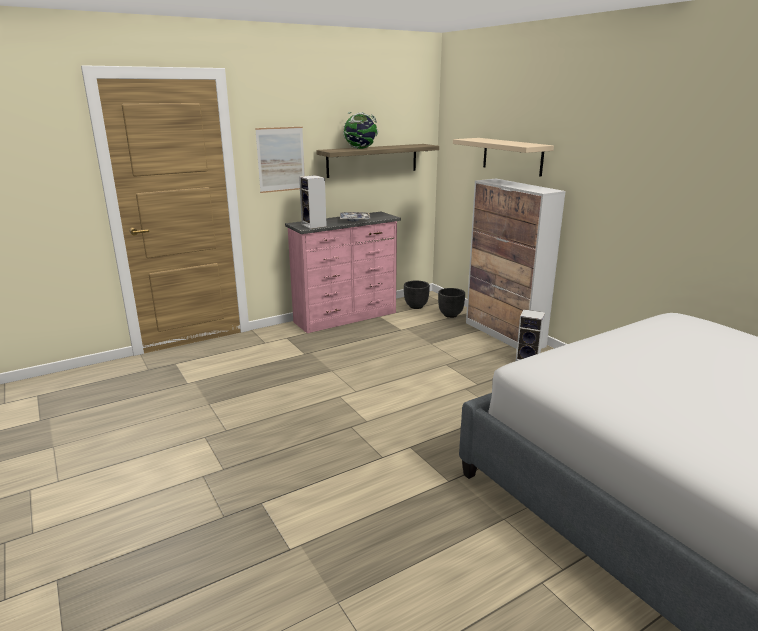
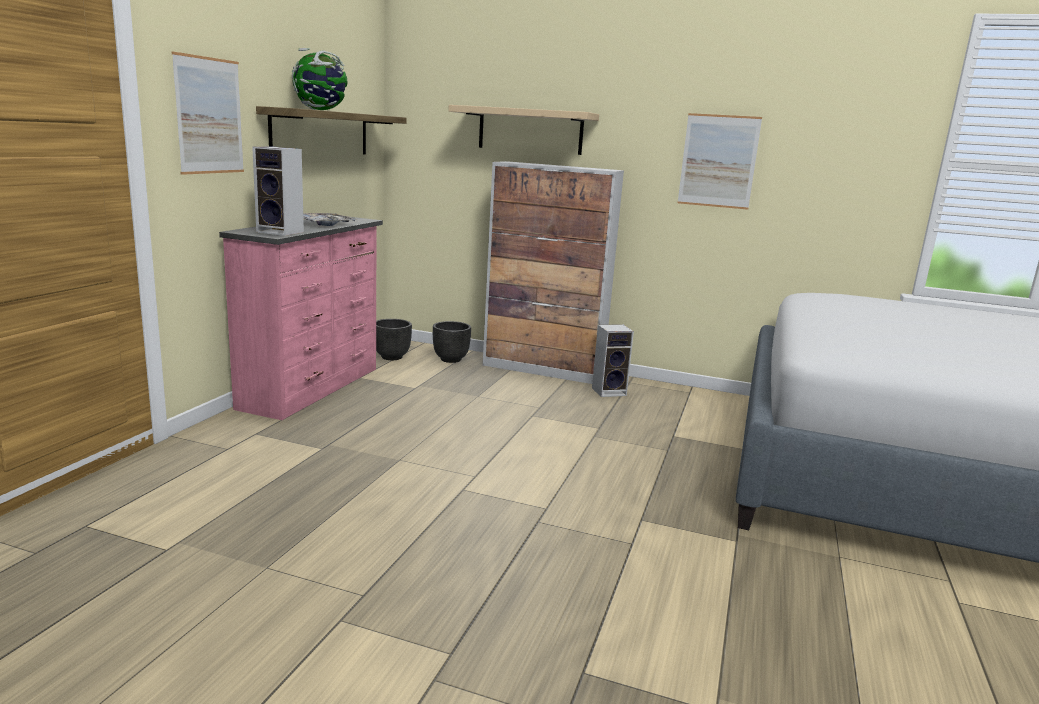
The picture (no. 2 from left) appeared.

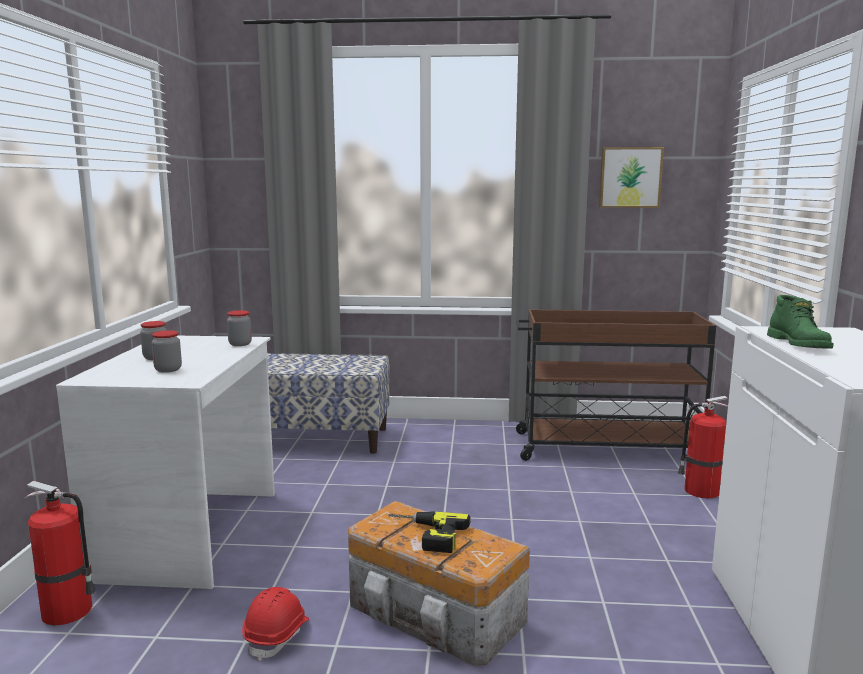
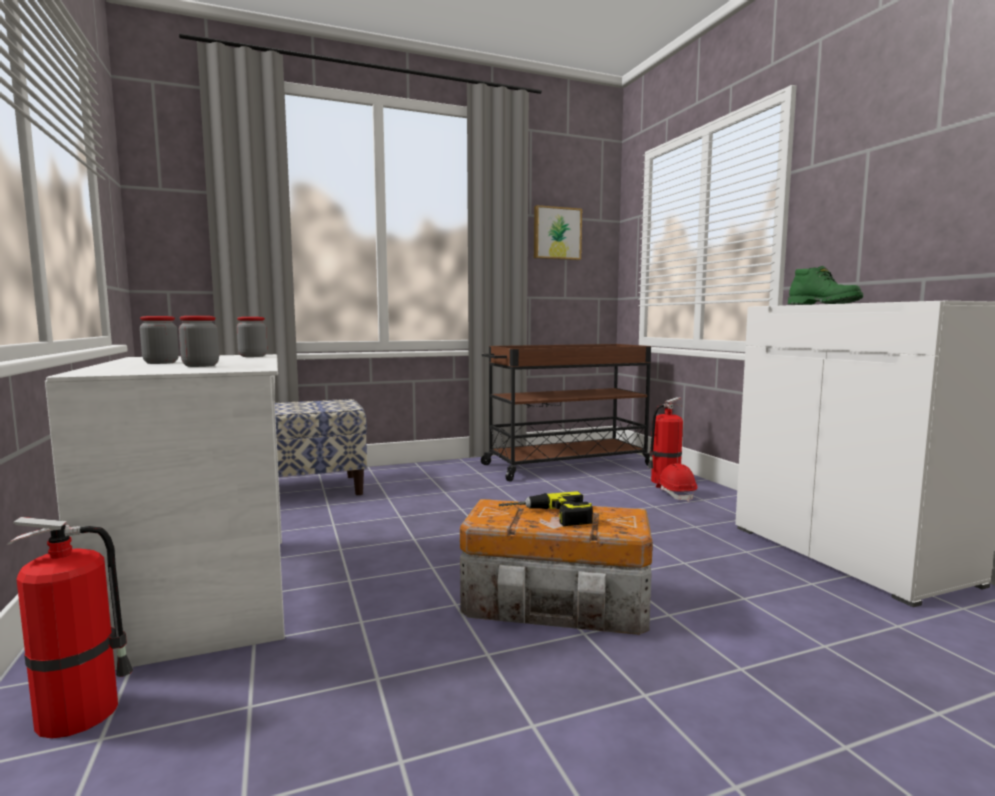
The hard hat (red) moved.

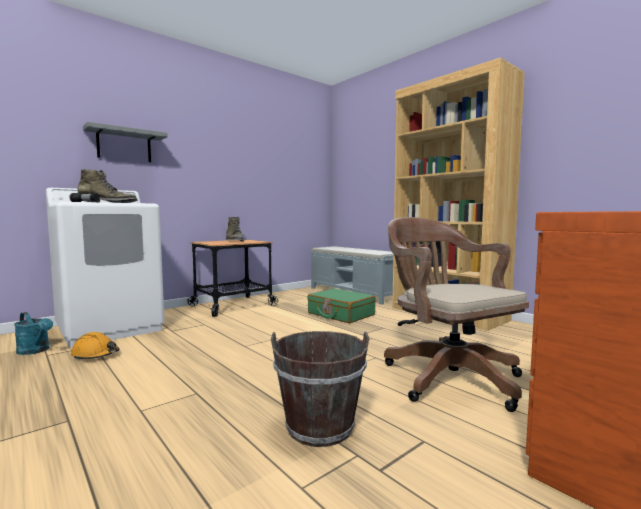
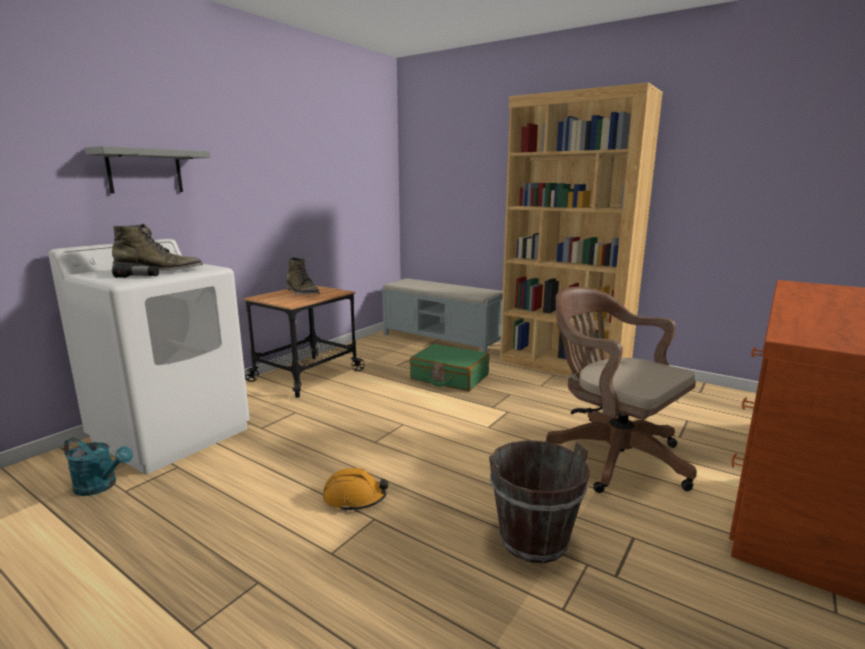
The hard hat (orange) moved.

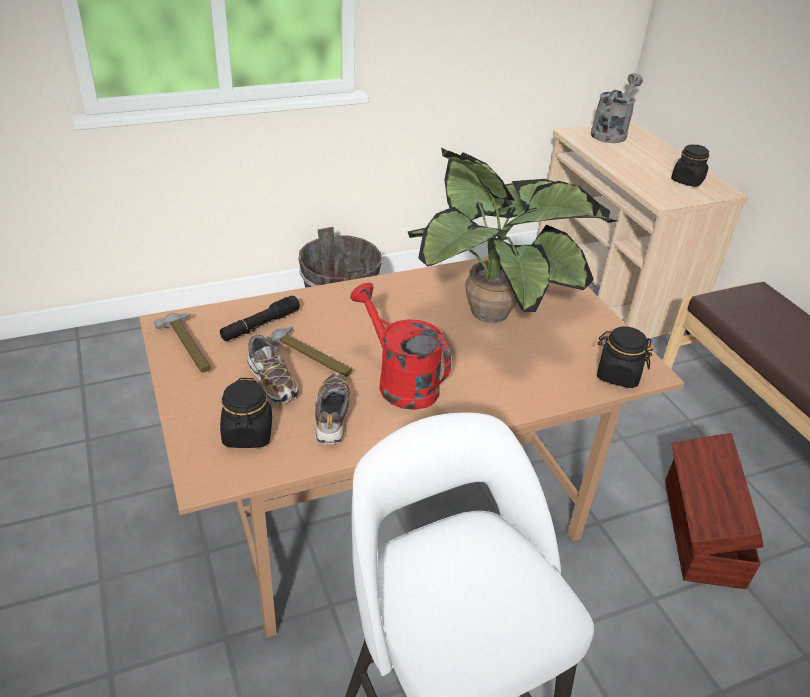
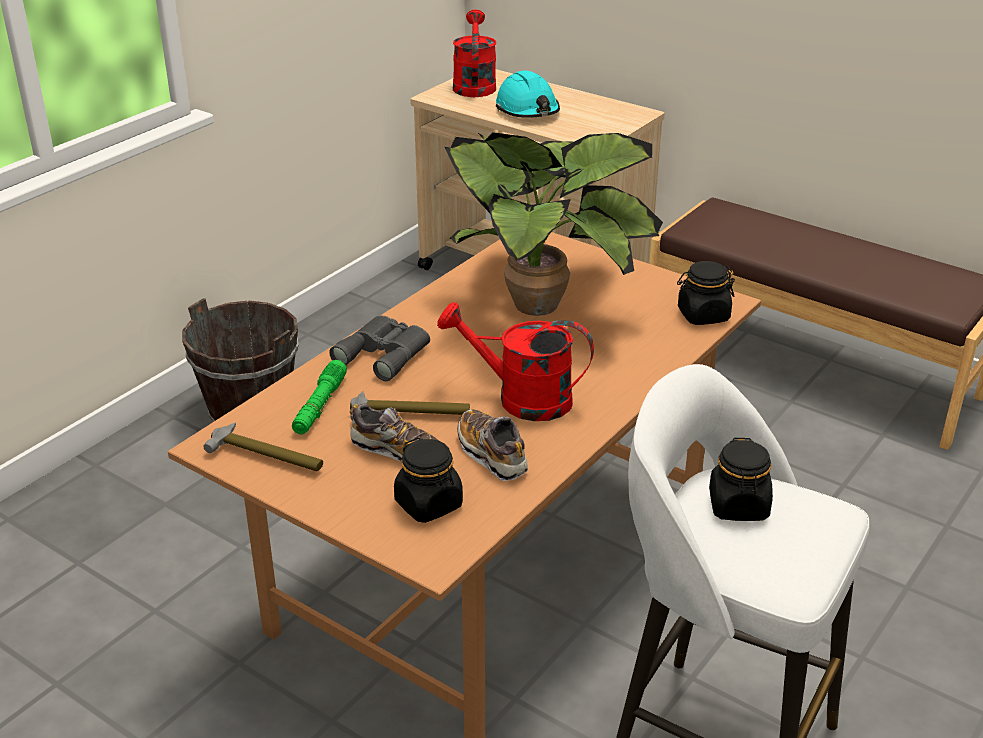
The flashlight (black) became the flashlight (green).
The binoculars (grey) appeared.
The watering can (grey) became the watering can (red) (no. 1 from left).
The hard hat (turquoise) appeared.
The jar (black) (no. 3 from left) moved.
The storage box (brown) disappeared.

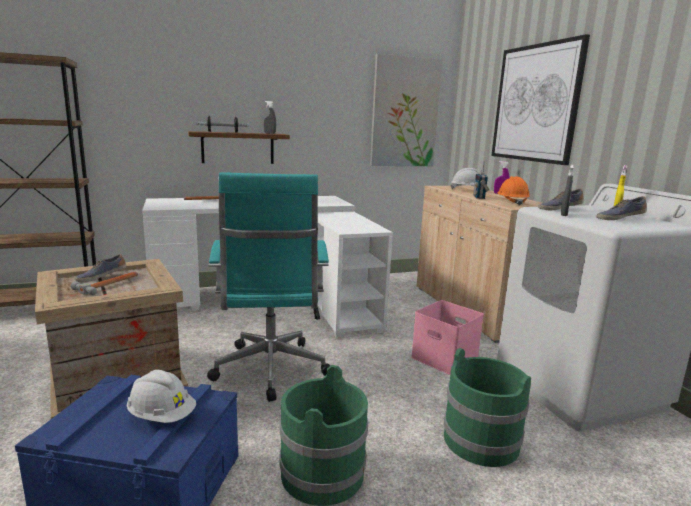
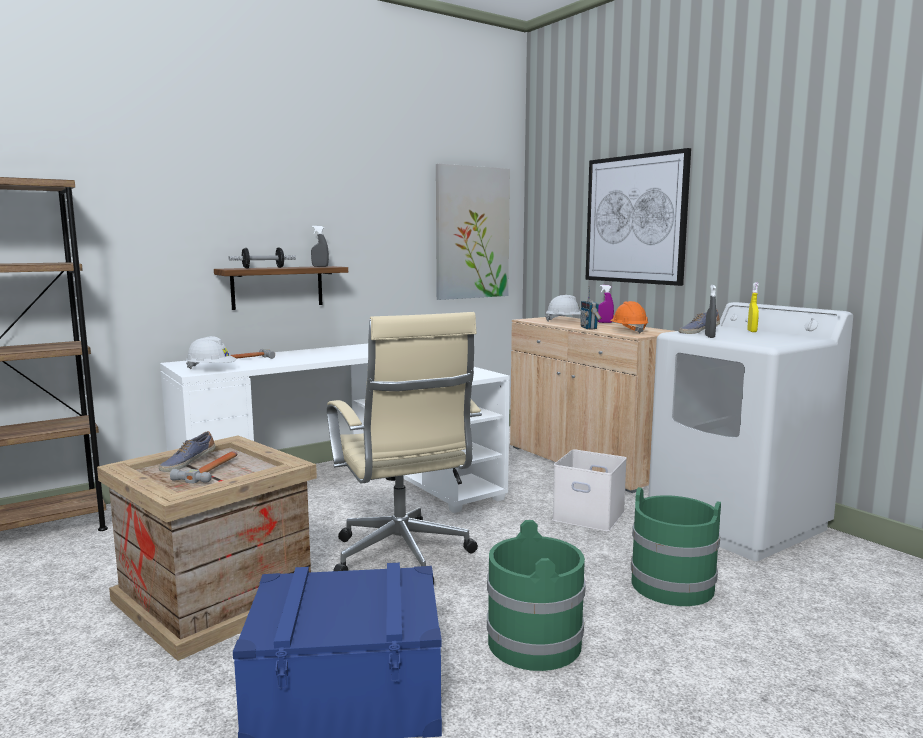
The hard hat (white) (no. 1 from left) moved.
The office chair (turquoise) became the office chair (beige).
The storage box (pink) became the storage box (white).
The shoe (no. 3 from left) disappeared.

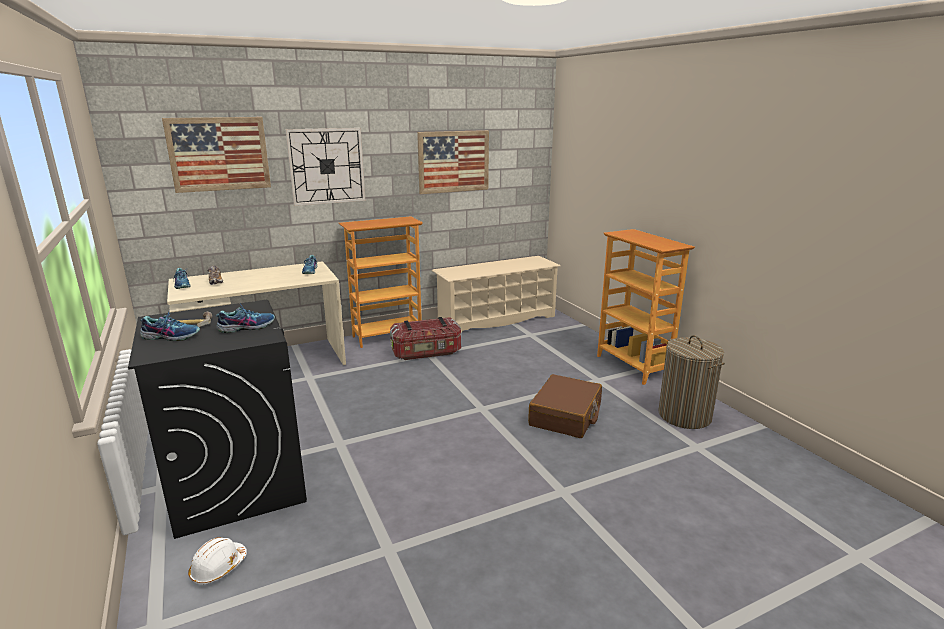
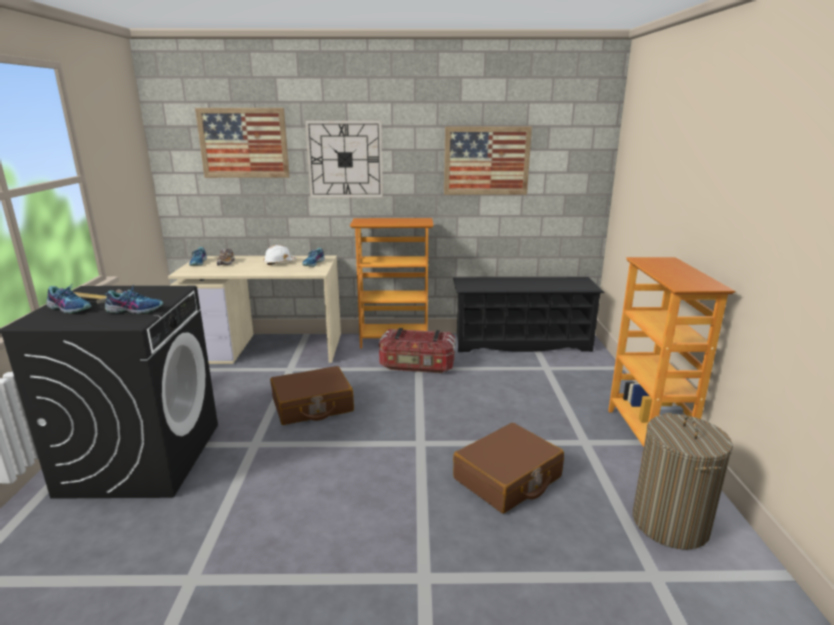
The hard hat (white) moved.
The suitcase (brown) (no. 1 from left) appeared.
The shoe rack (beige) became the shoe rack (black).

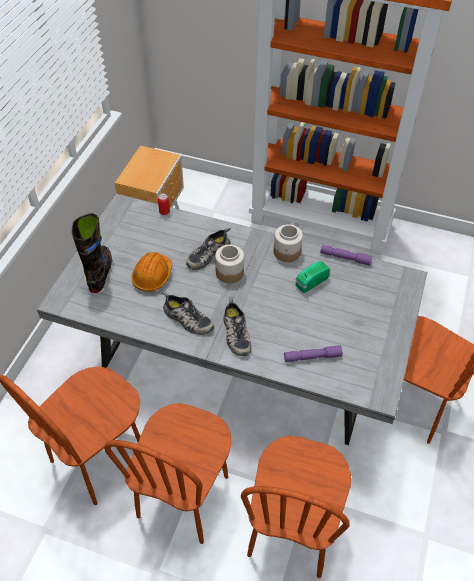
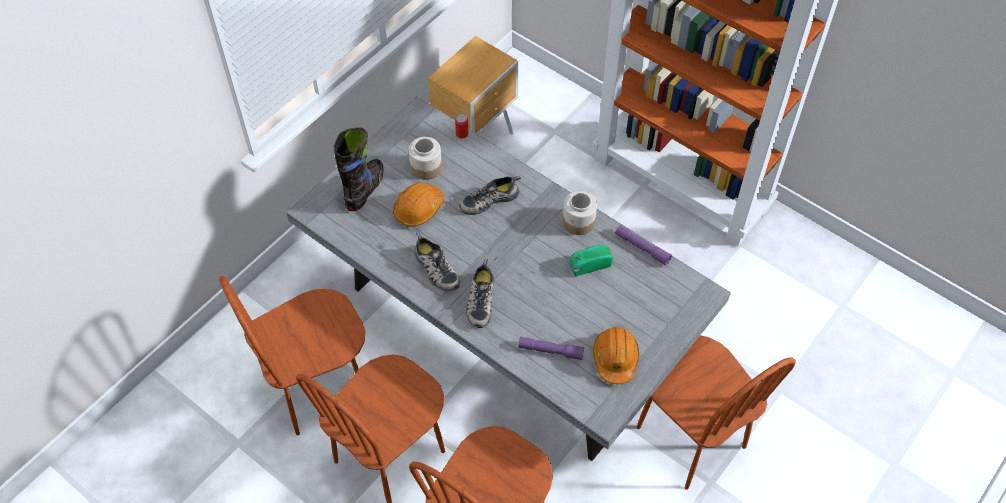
The jar (no. 1 from left) moved.
The hard hat (orange) (no. 2 from left) appeared.

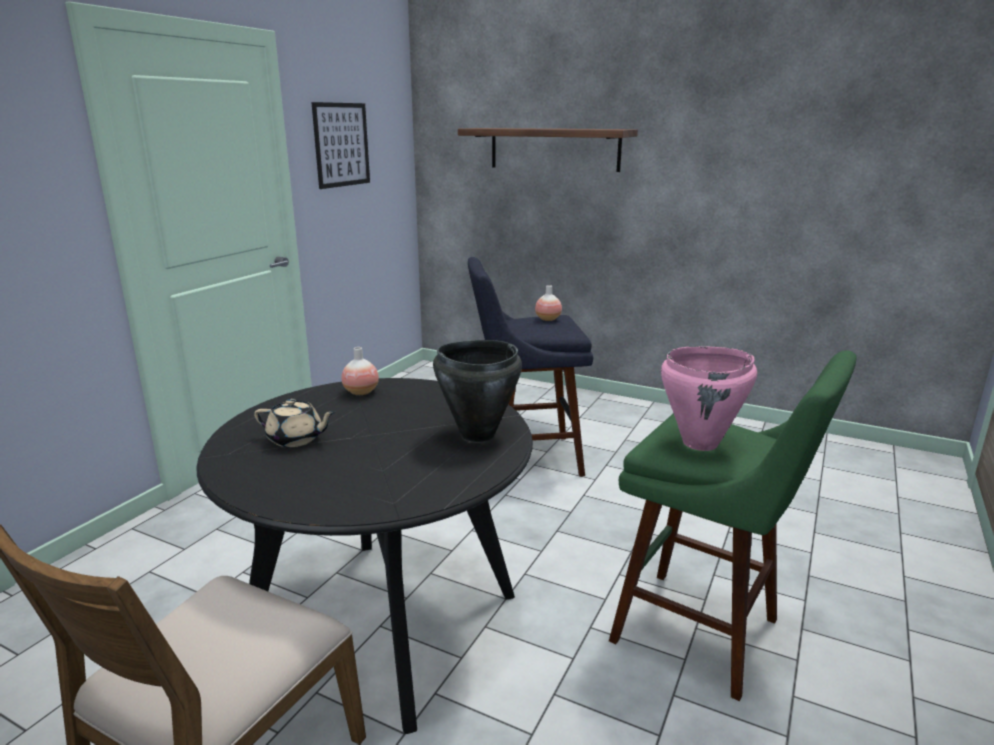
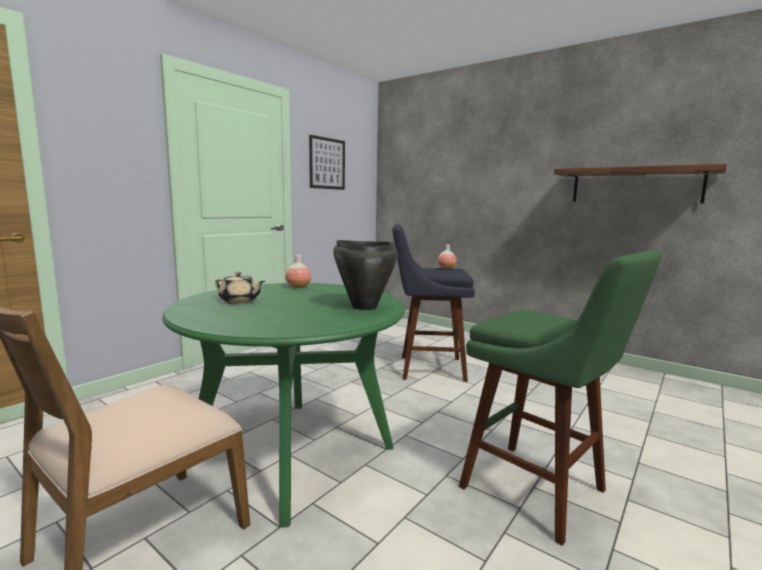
The dining table (black) became the dining table (green).
The shelf moved.
The cooking pot (pink) disappeared.

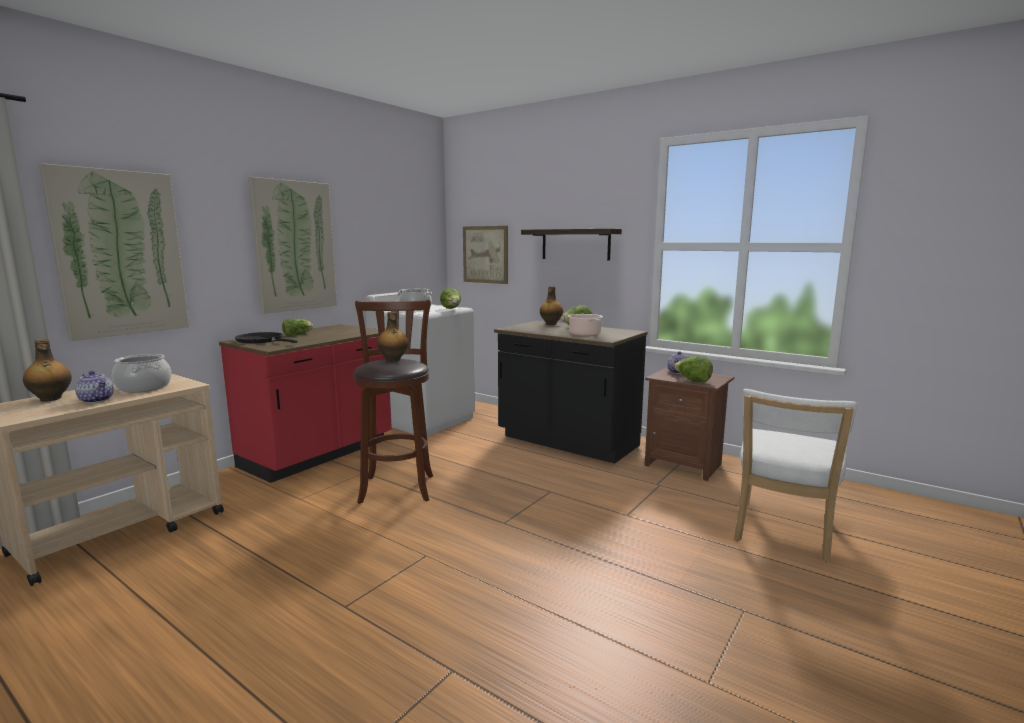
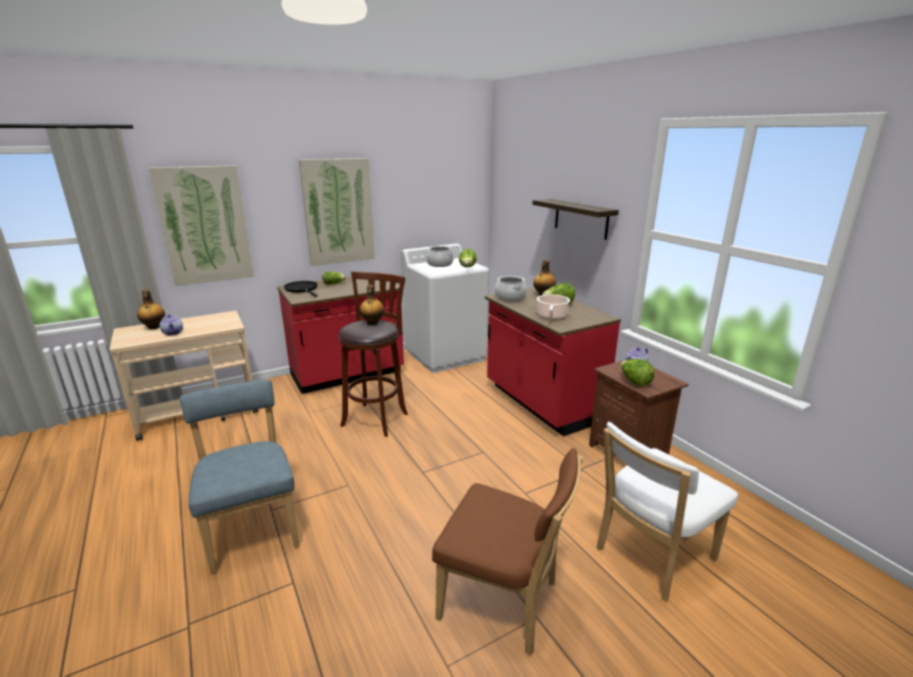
The chair (blue) appeared.
The chair (brown) appeared.
The counter (black) became the counter (red) (no. 2 from left).
The cooking pot (no. 1 from left in the first image) moved.
The picture (no. 3 from left) disappeared.

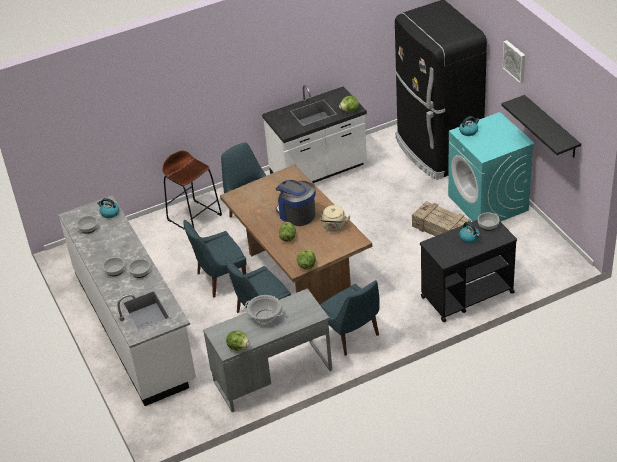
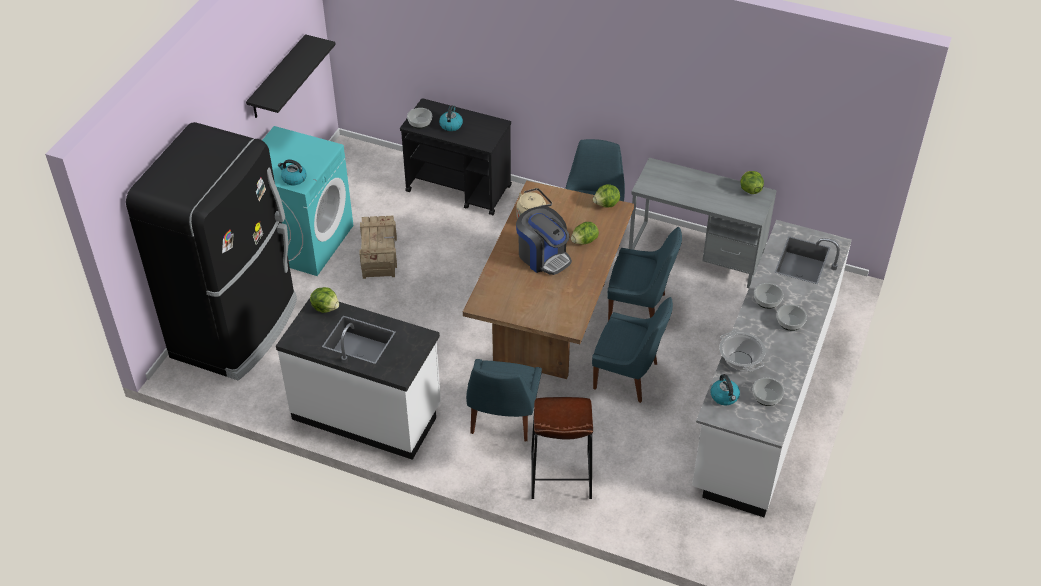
The coffee machine turned 45 degrees counterclockwise.
The cooking pot moved.
The picture disappeared.

